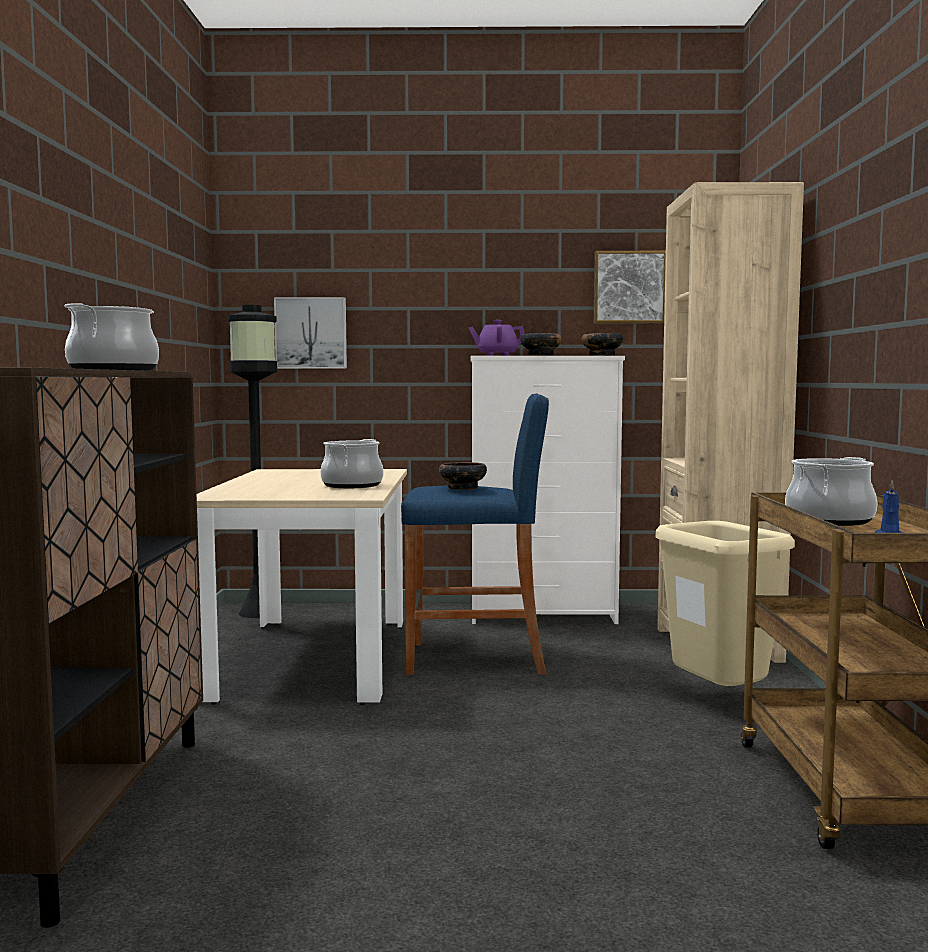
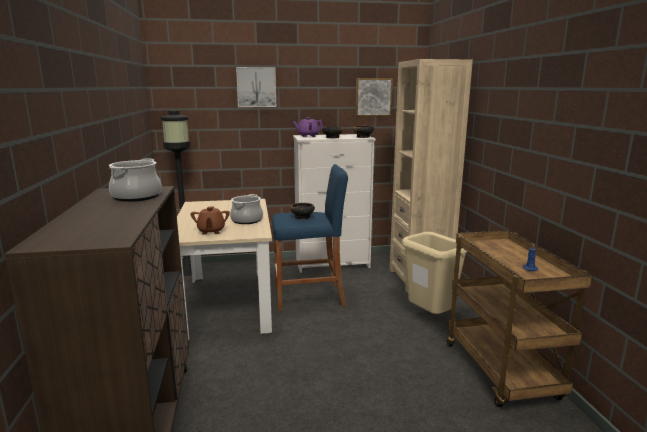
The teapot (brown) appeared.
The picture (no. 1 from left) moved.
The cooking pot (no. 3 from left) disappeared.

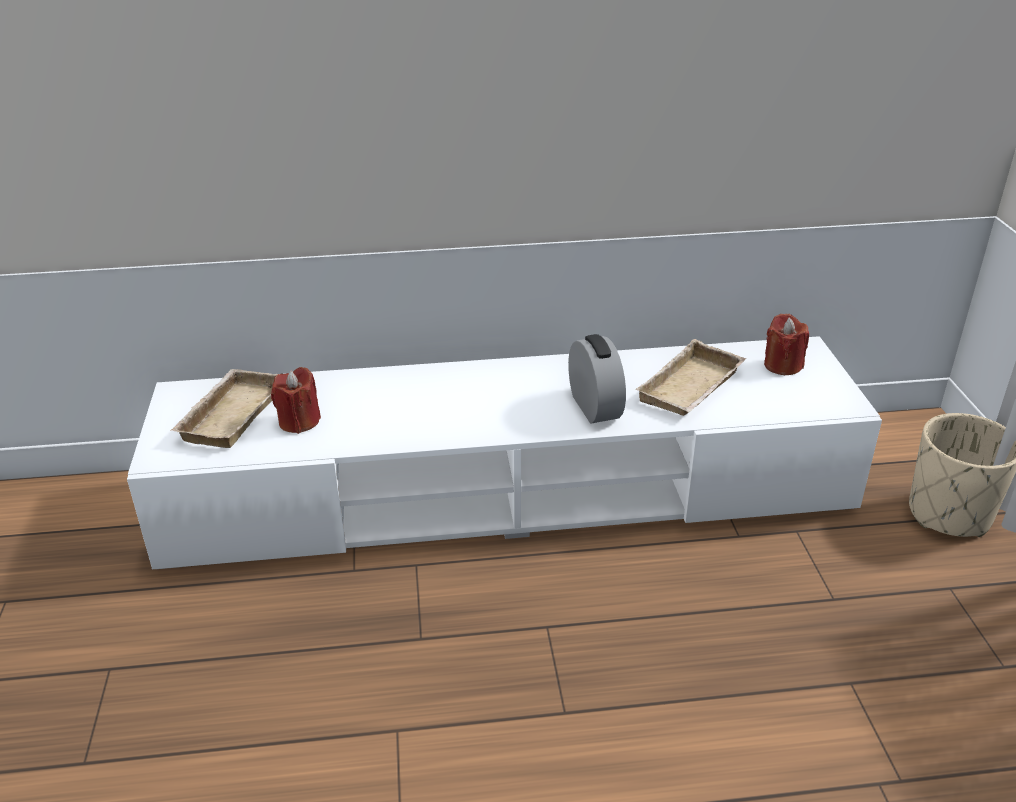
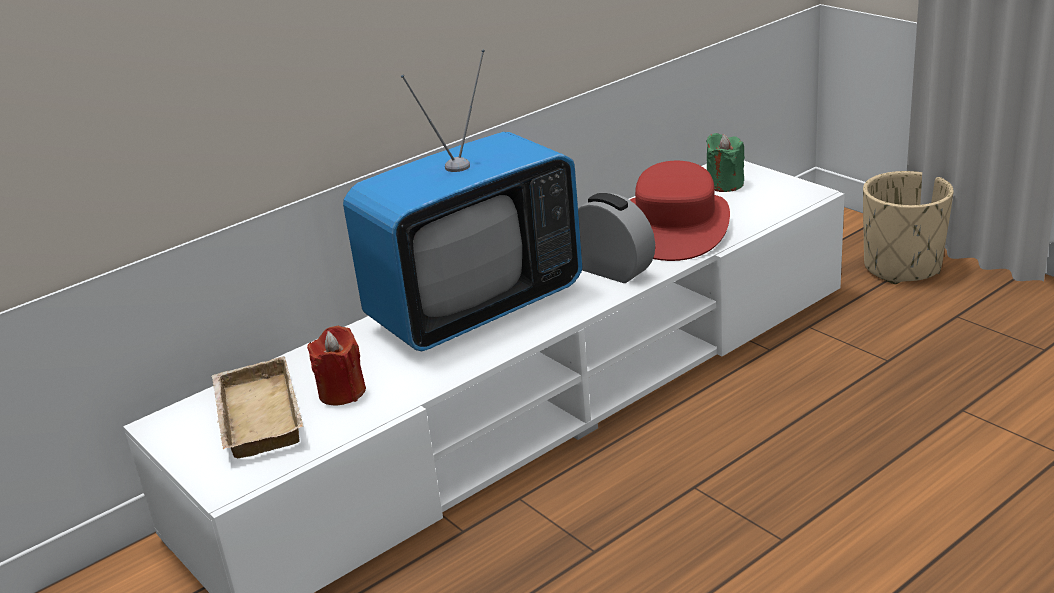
The television appeared.
The tray (beige) (no. 2 from left) was replaced by the hat (red).
The candle (red) (no. 2 from left) became the candle (green).

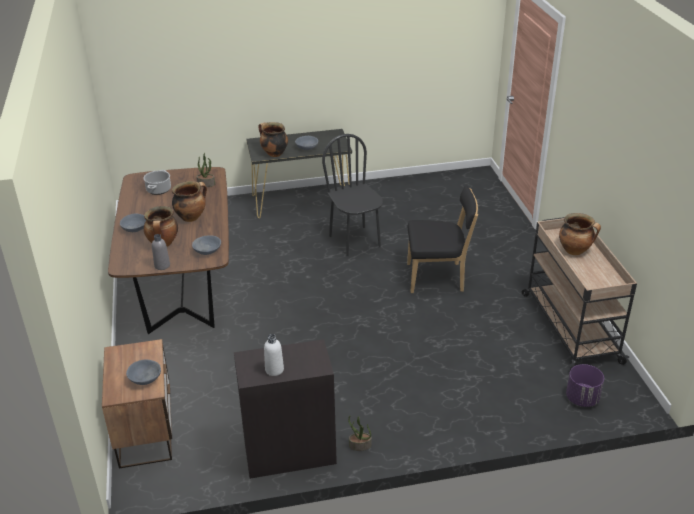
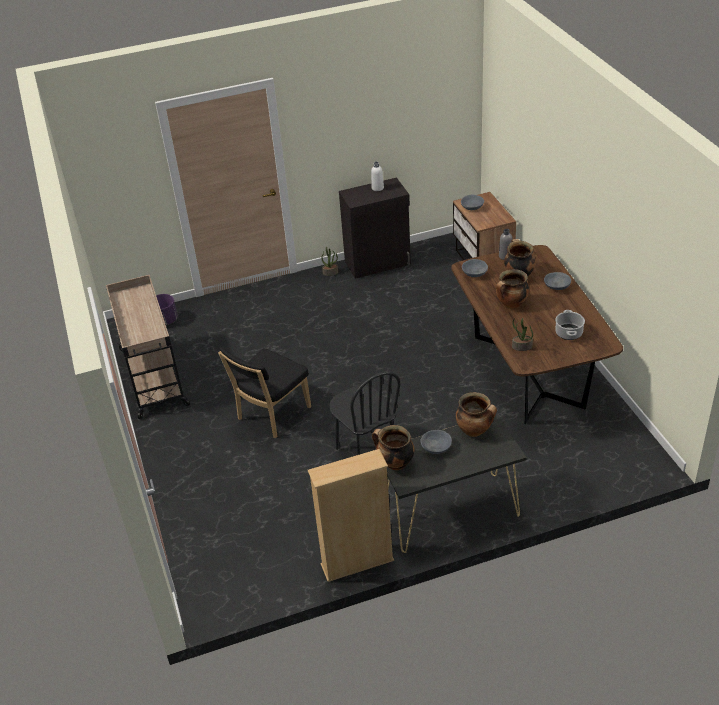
The chair (black) (no. 2 from left in the first image) turned 45 degrees counterclockwise.
The bookcase (beige) appeared.
The cooking pot (no. 5 from left in the first image) moved.

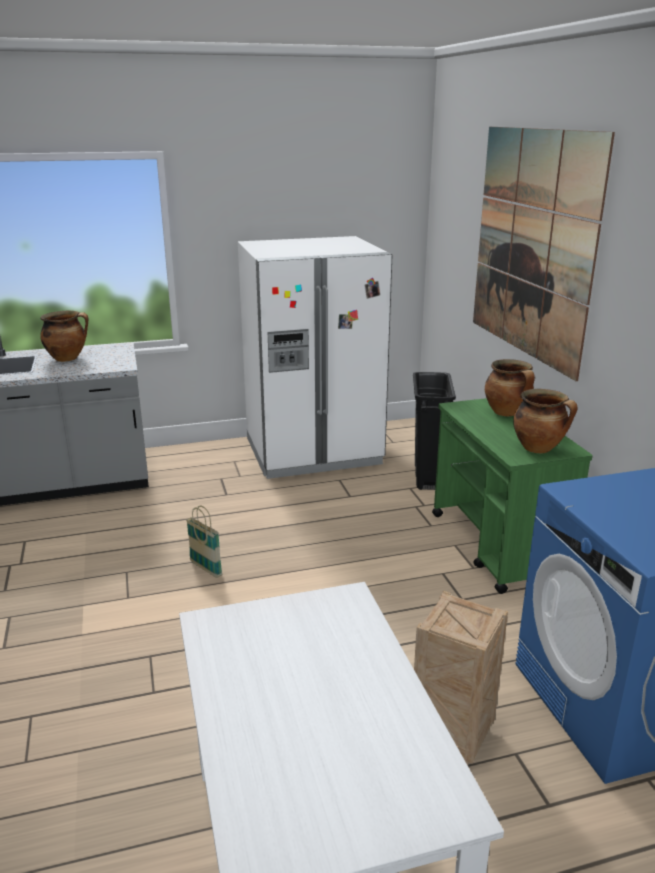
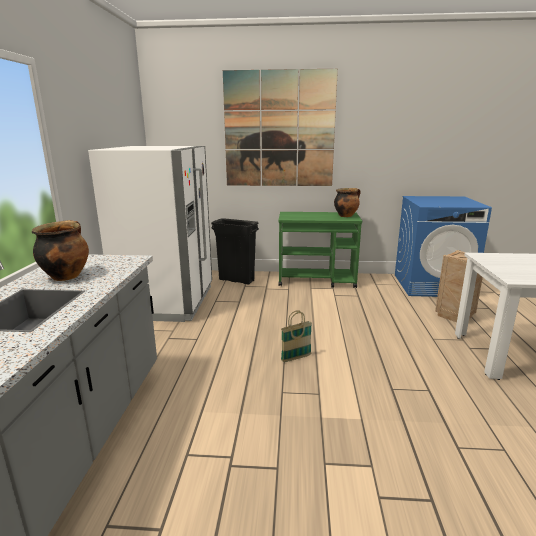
The cooking pot (no. 2 from left) disappeared.

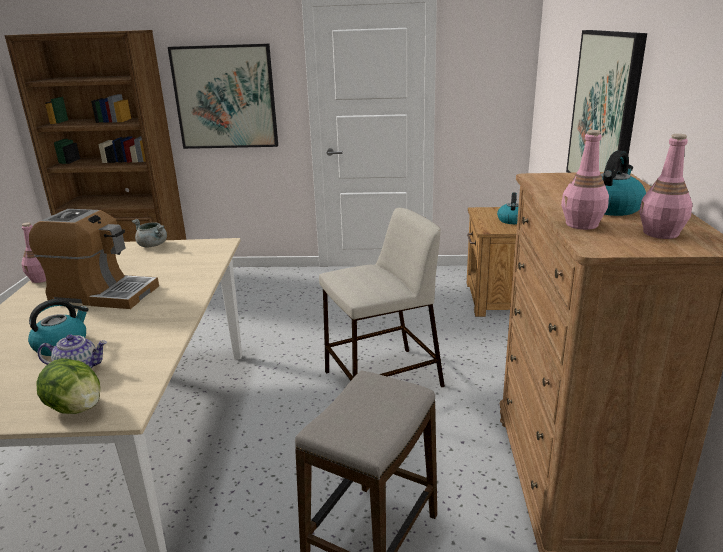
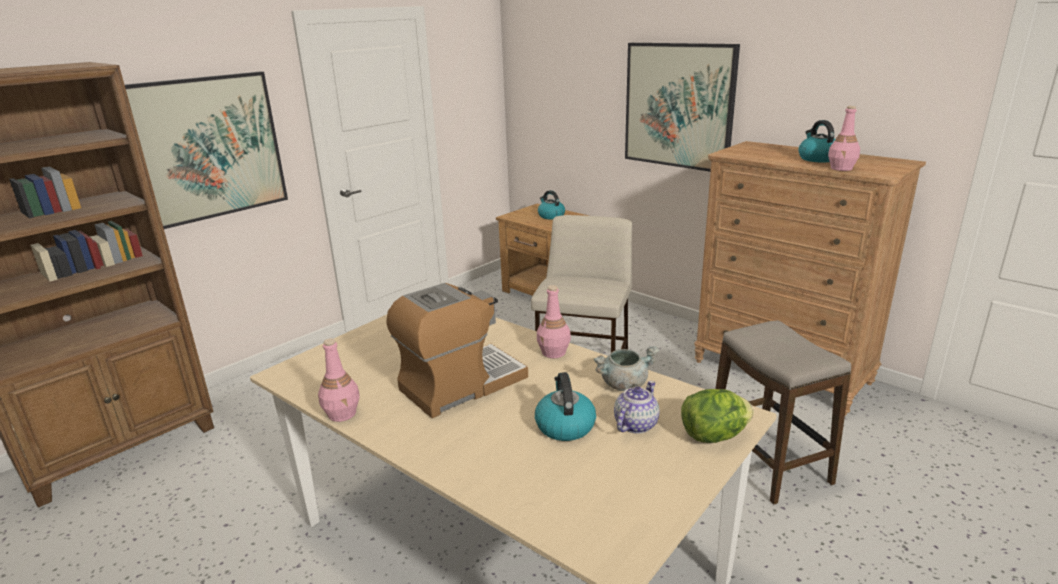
The bottle (pink) (no. 3 from left in the first image) moved.
The cooking pot (grey) moved.

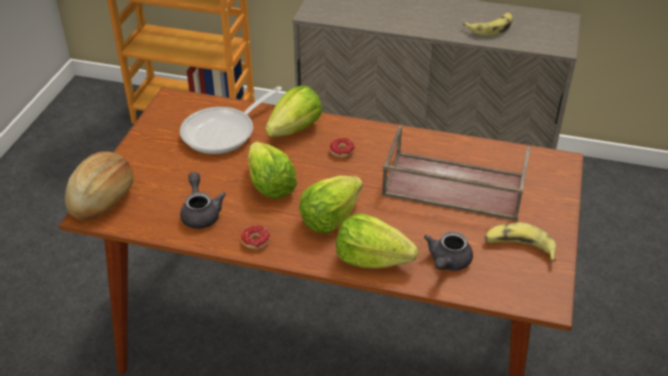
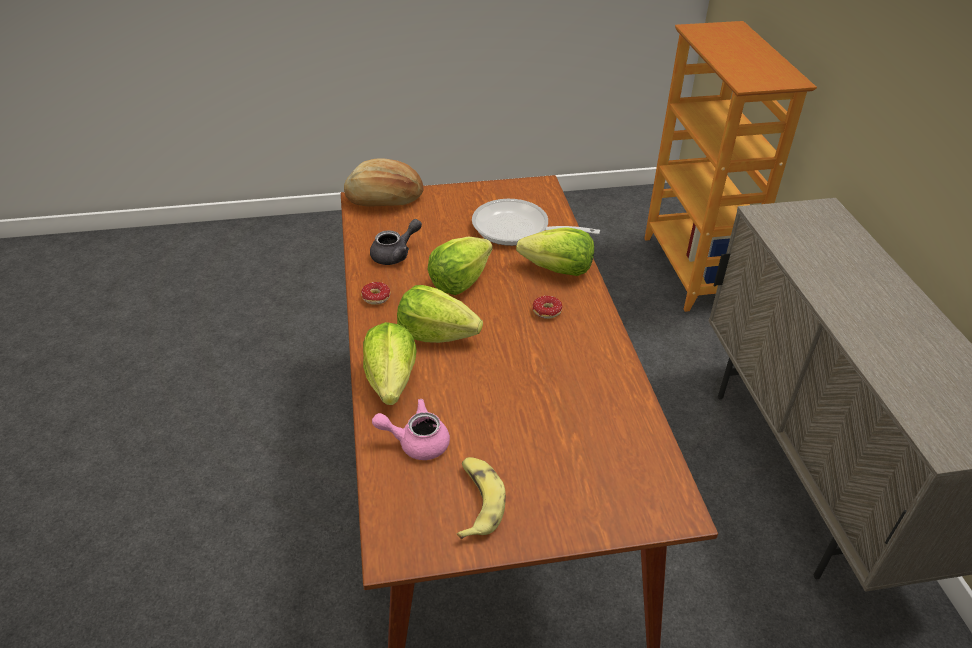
The teapot (grey) (no. 2 from left) became the teapot (pink).
The tray (brown) disappeared.
The banana (no. 1 from left) disappeared.

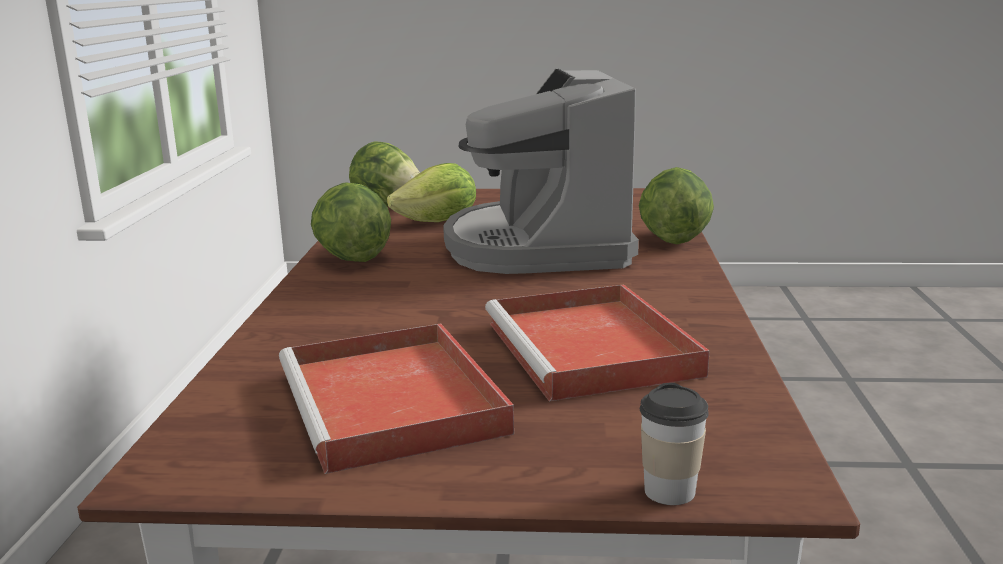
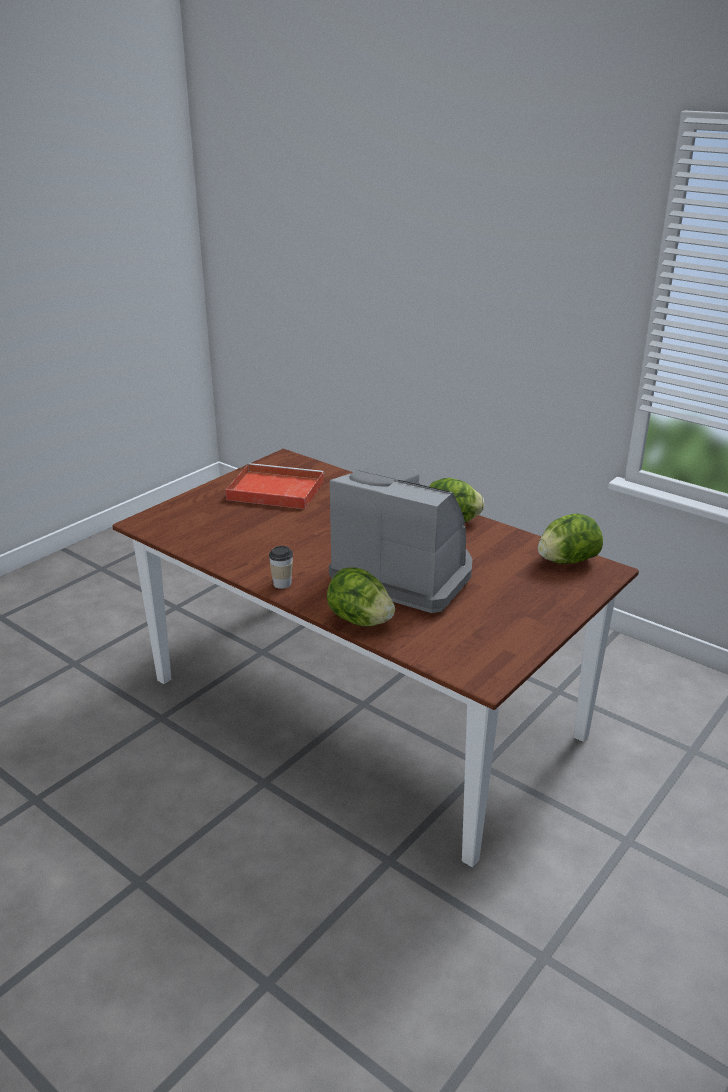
The cup moved.
The lettuce (no. 3 from left) disappeared.
The tray (red) (no. 2 from left) disappeared.

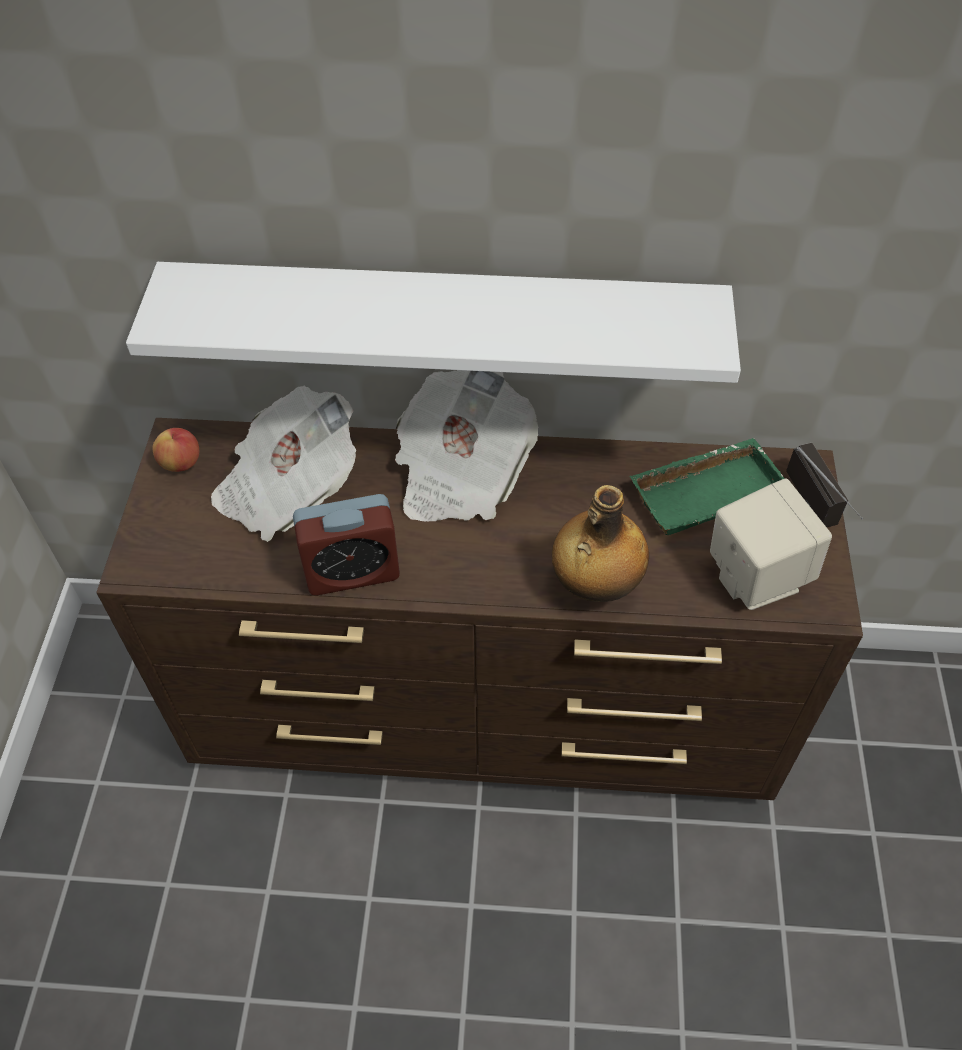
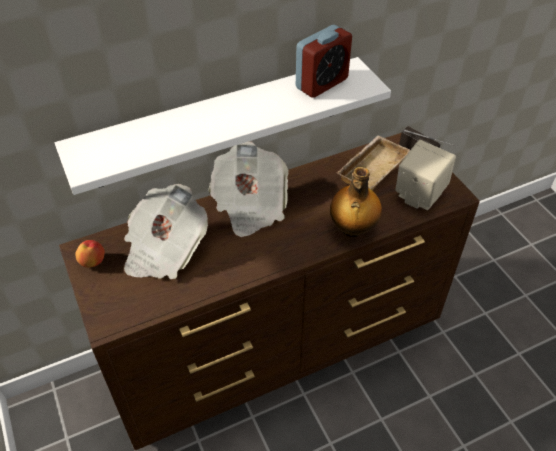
The alarm clock moved.
The tray (green) became the tray (beige).

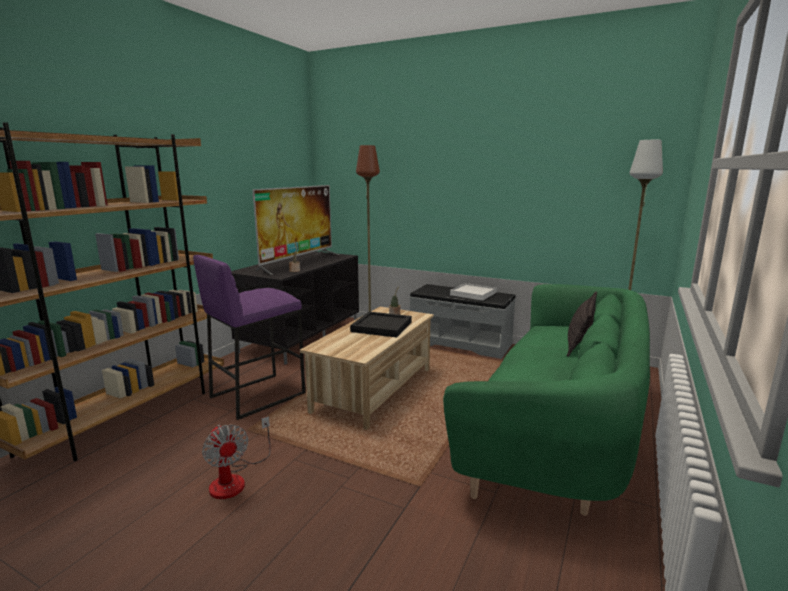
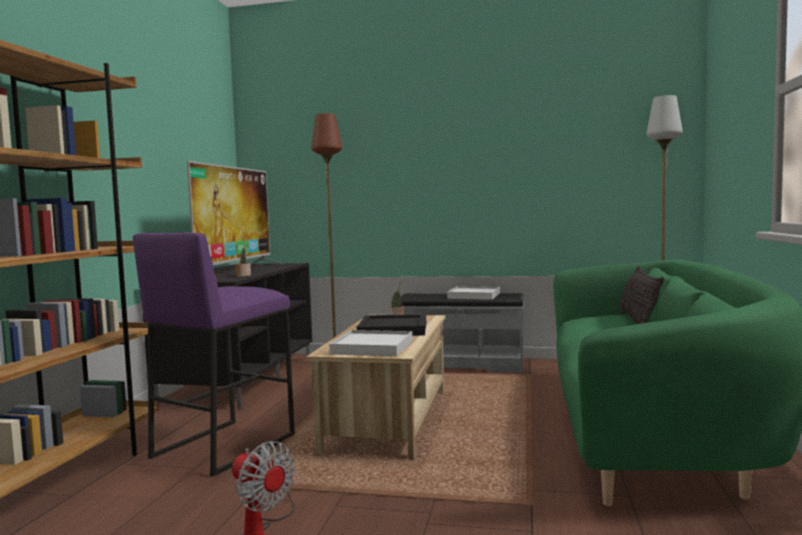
The tray (white) (no. 1 from left) appeared.

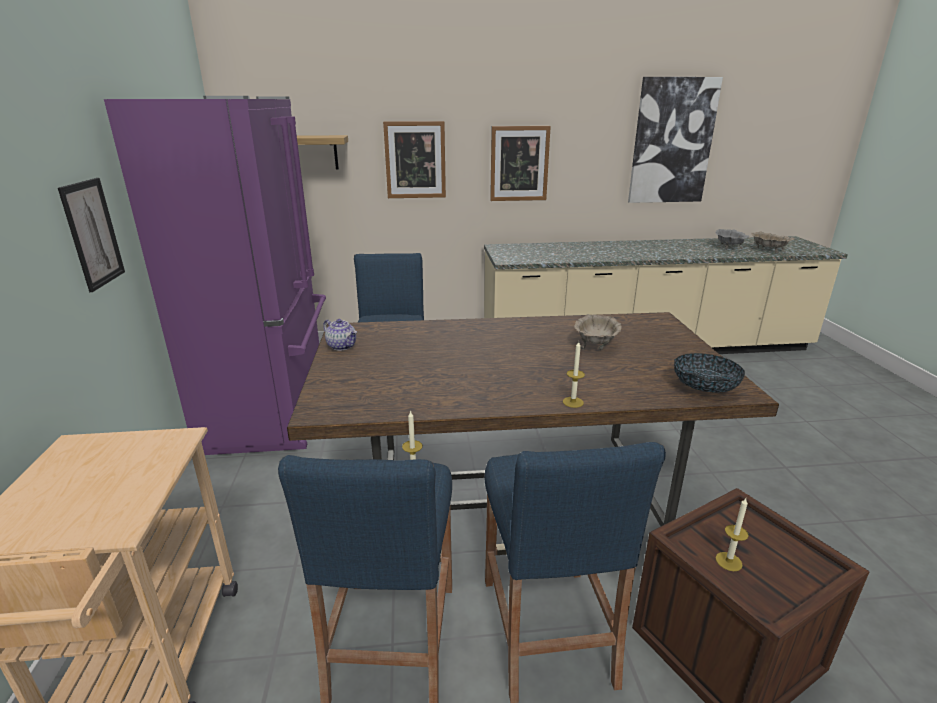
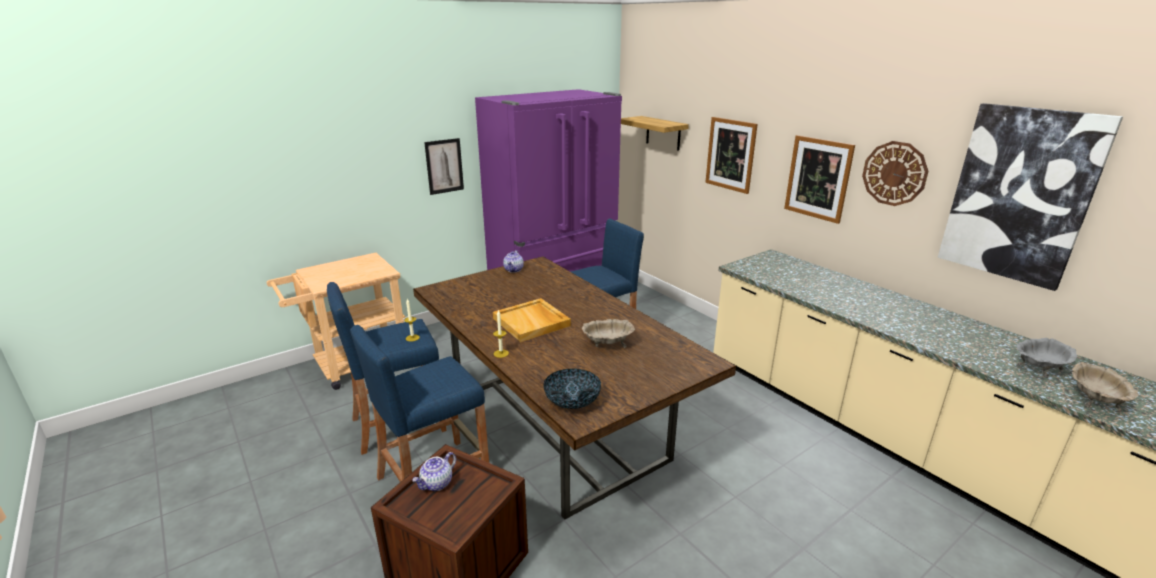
The candle (no. 3 from left) was replaced by the teapot (no. 1 from left).
The tray (beige) appeared.
The wall clock appeared.

